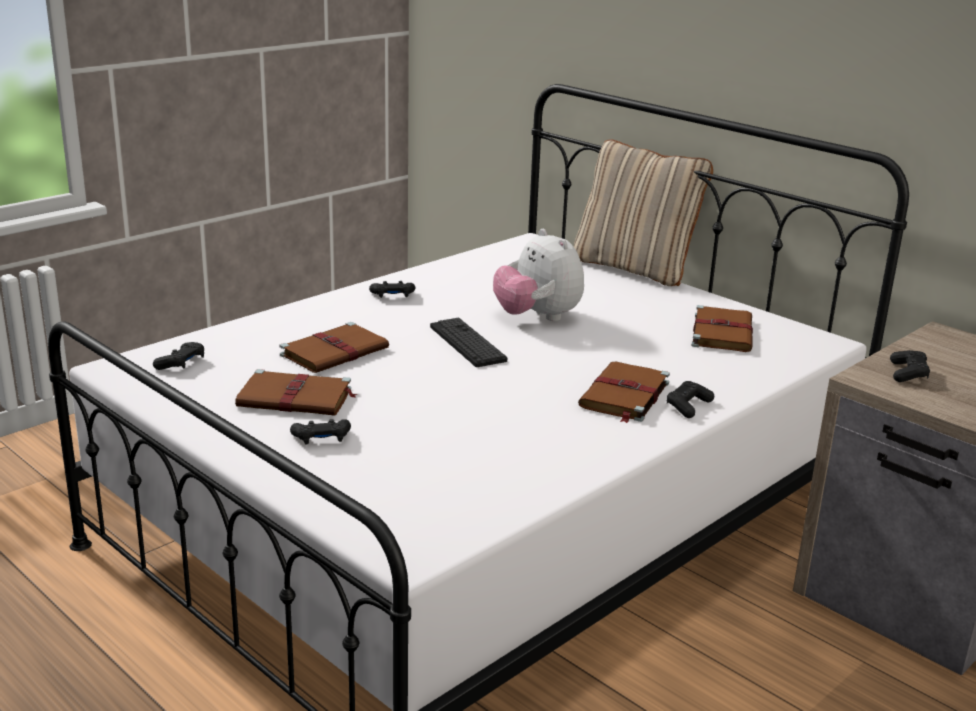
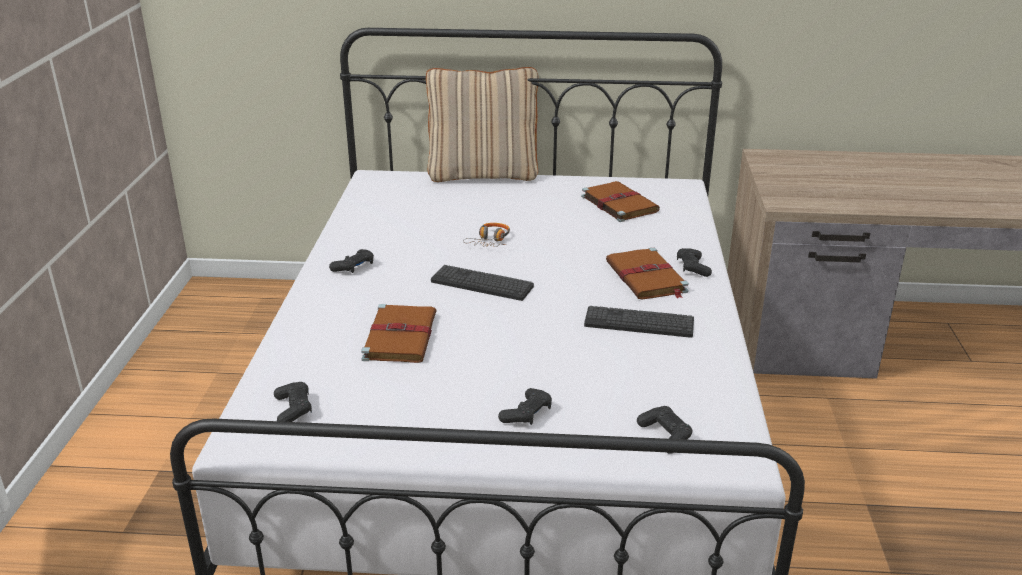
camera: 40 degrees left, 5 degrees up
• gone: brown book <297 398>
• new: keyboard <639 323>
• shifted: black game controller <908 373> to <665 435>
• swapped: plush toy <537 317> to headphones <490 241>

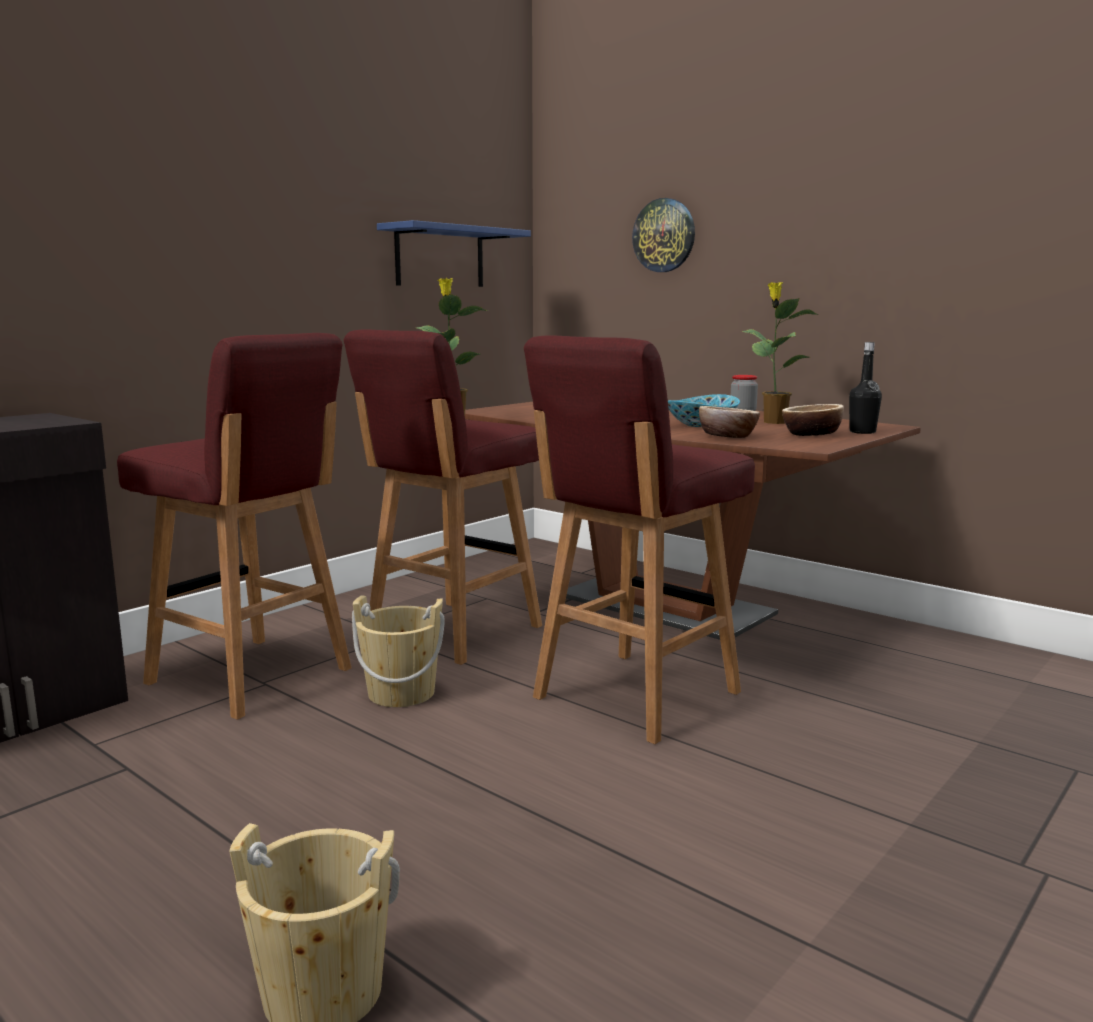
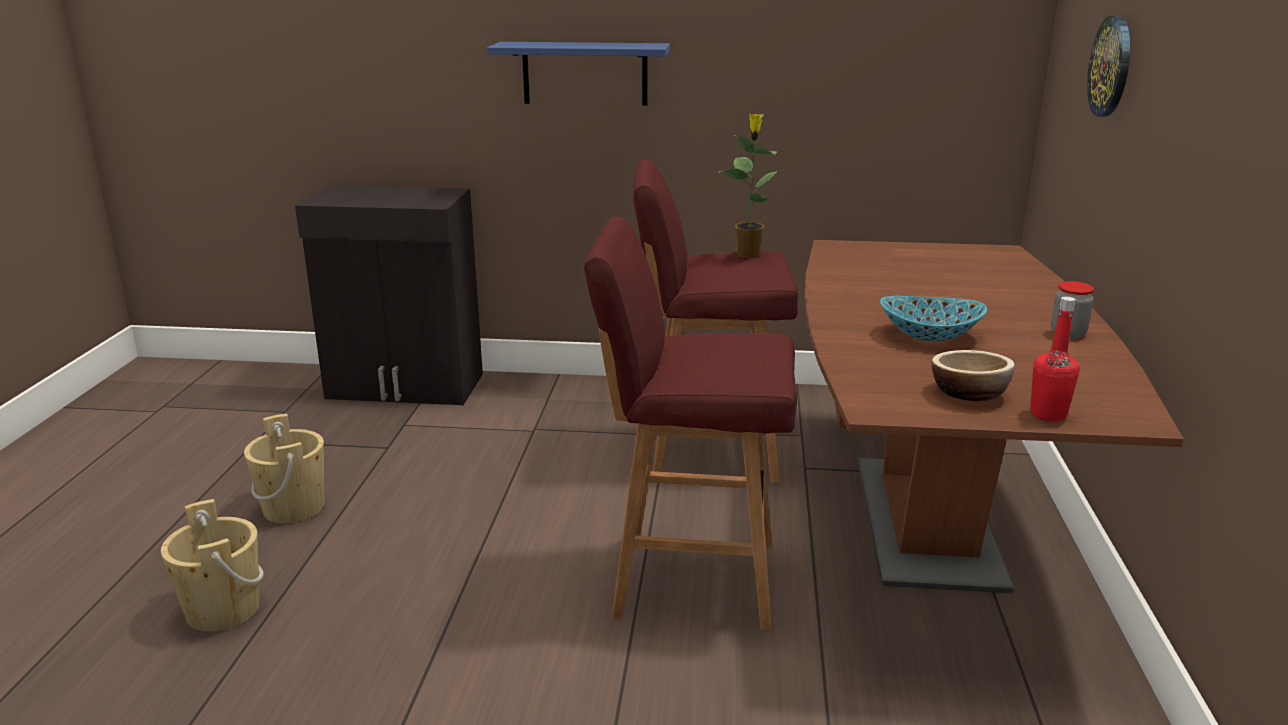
camera: 55 degrees right, 10 degrees up
• gone: red stool <252 677>
• gone: bowl <727 436>
• gone: potted plant <773 422>
• shifted: beige bucket <401 693> to <293 507>
• shifted: blue shelf <440 257> to <585 73>
• repainted: black bottle <862 432> to red bottle <1048 414>

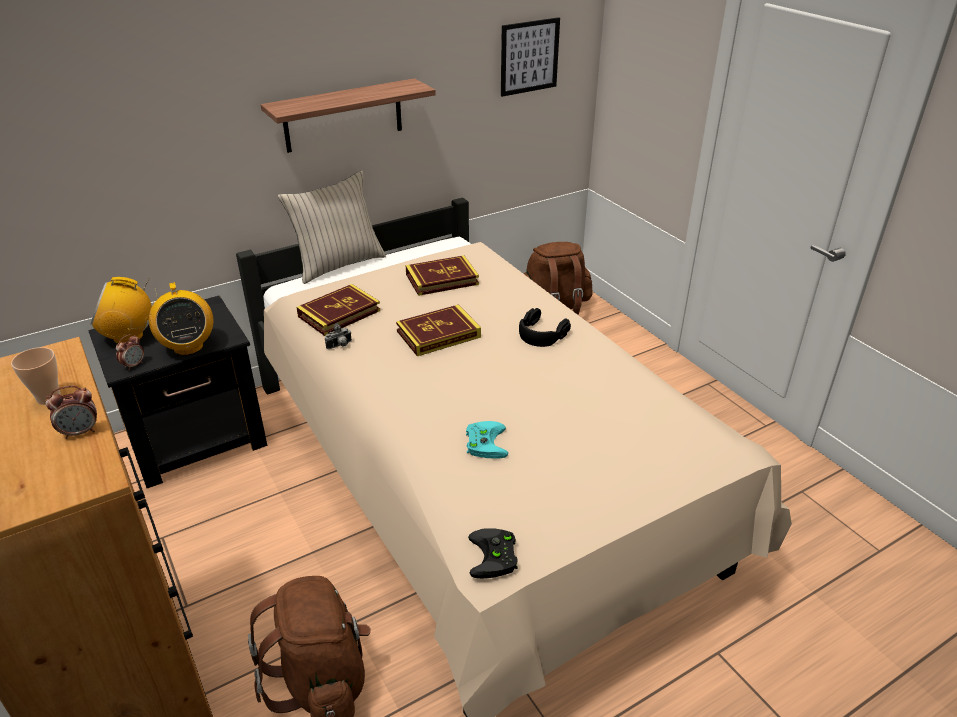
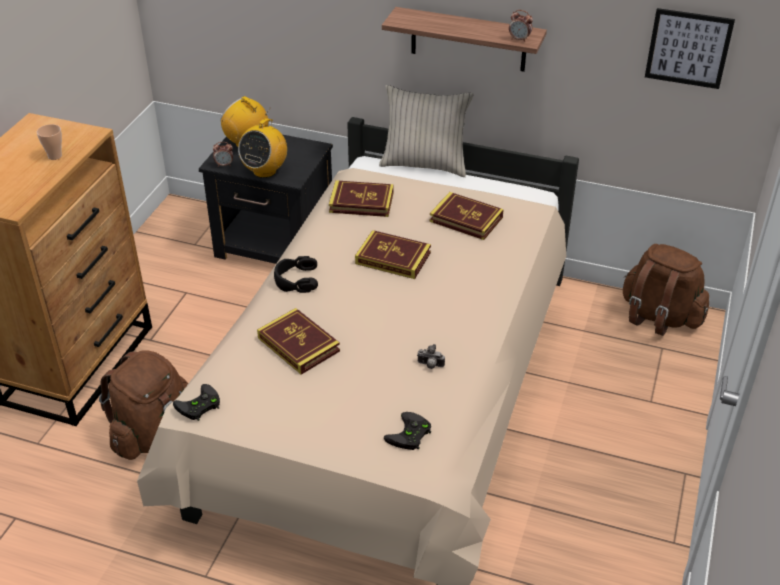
camera: 50 degrees right, 5 degrees up
• new: black game controller <409 435>
• shifted: alarm clock <81 432> to <519 39>
• shifted: photo camera <340 346> to <430 365>
• shifted: black headphones <541 334> to <296 280>
• swapped: turquoise game controller <484 442> to book <298 344>

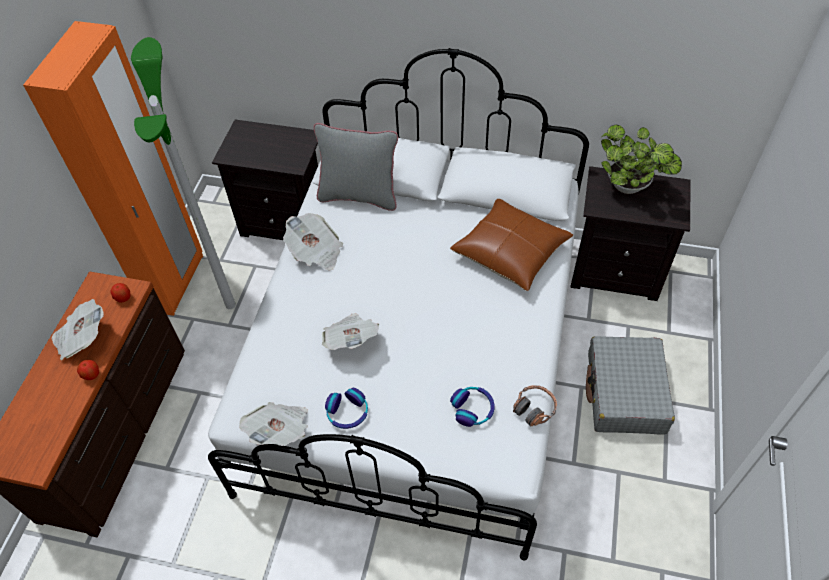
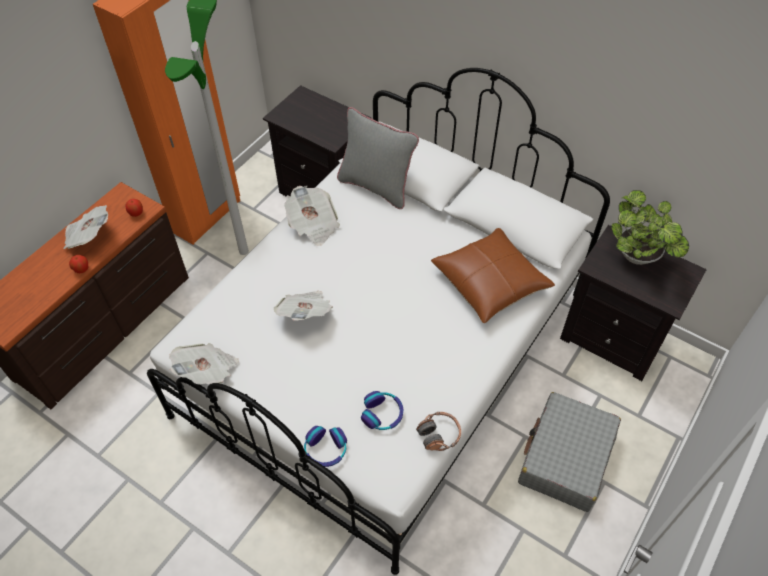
camera: 20 degrees right, 0 degrees up
• shifted: headphones <347 412> to <325 449>

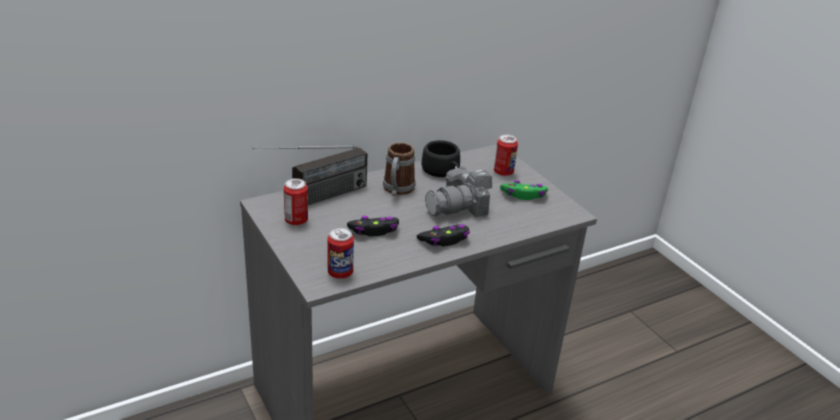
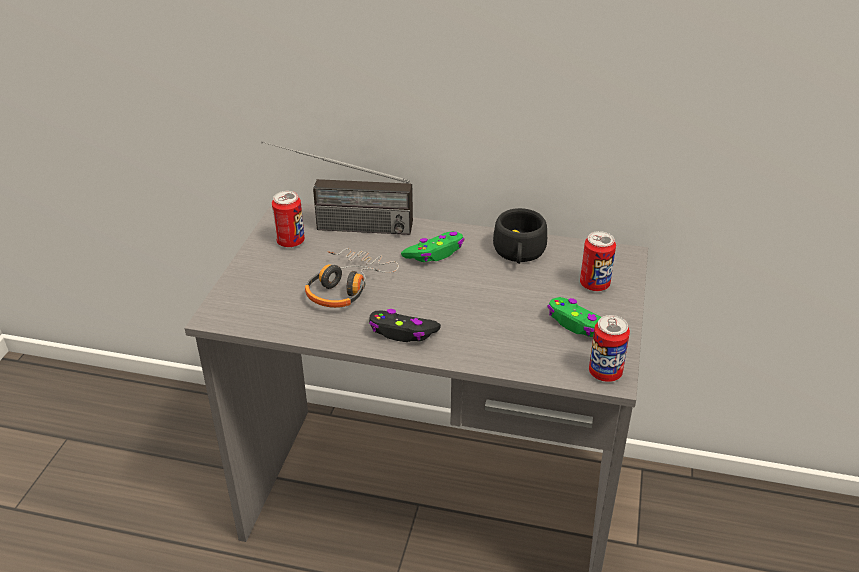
camera: 45 degrees right, 5 degrees up
• gone: photo camera <459 207>
• shifted: can <340 273> to <605 373>
• swapped: black game controller <374 230> to headphones <346 286>
• swapped: mug <397 190> to green game controller <435 253>

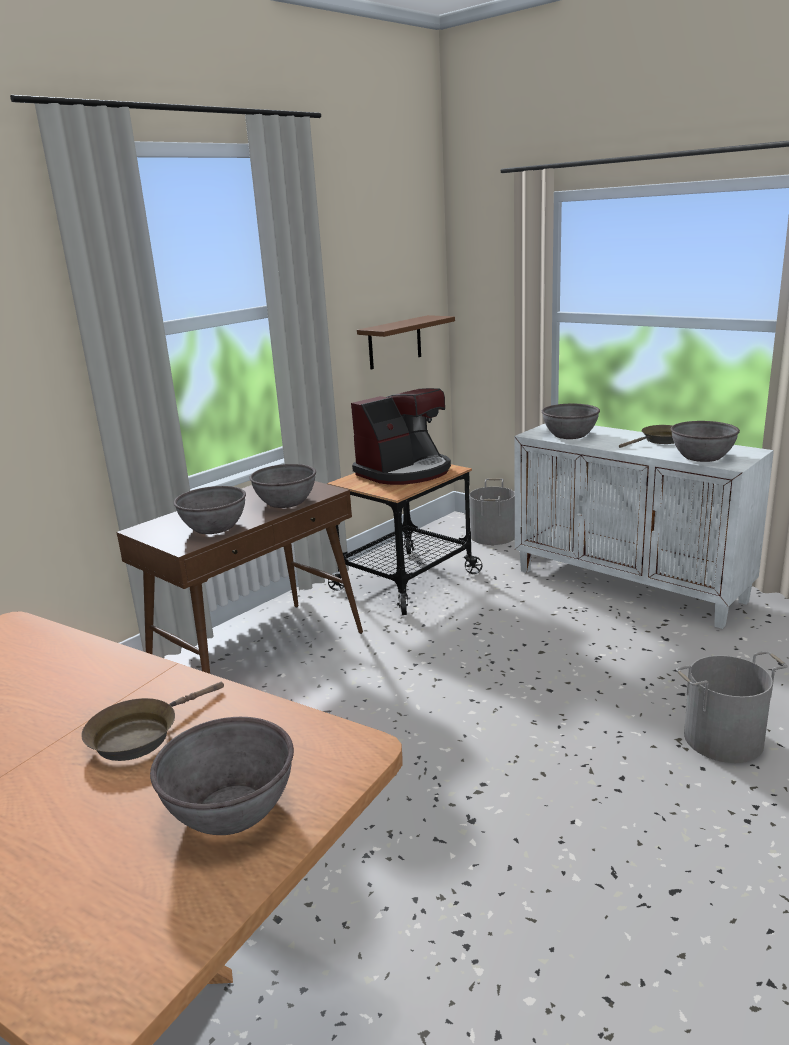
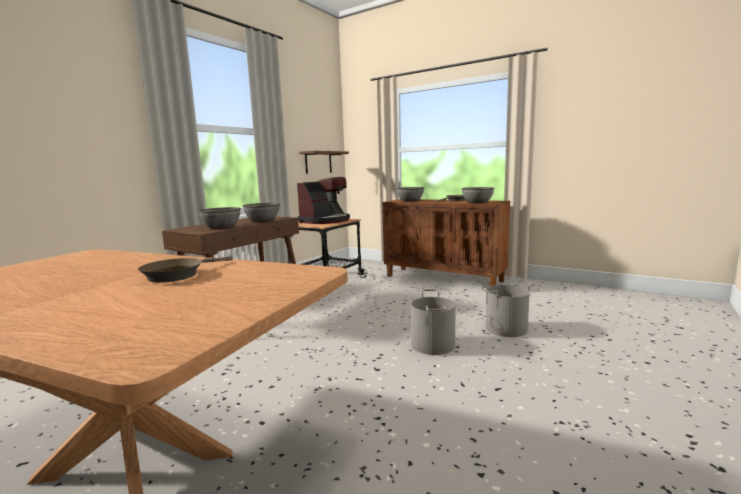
camera: 10 degrees left, 10 degrees down
• gone: grey bowl <231 809>
• shifted: grey bucket <493 536> to <433 344>
• repainted: white cabinet <630 585> to brown cabinet <444 278>

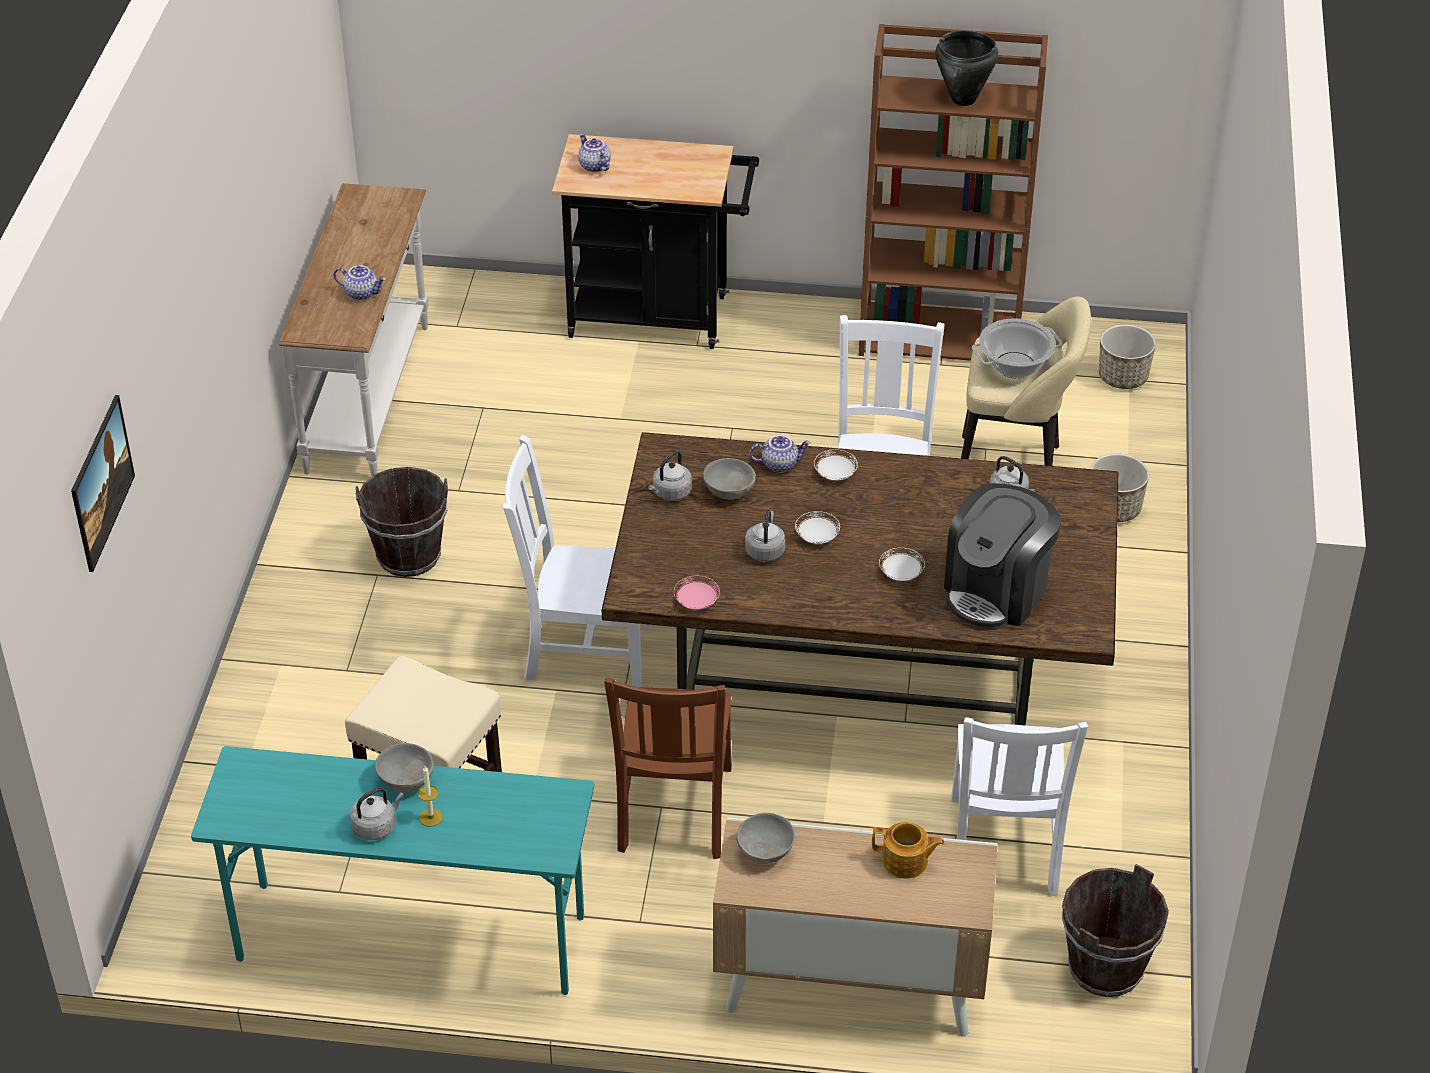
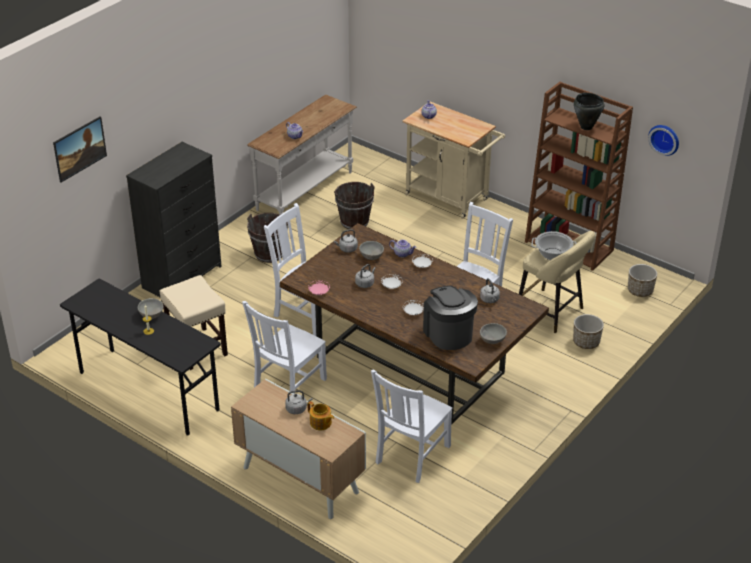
camera: 30 degrees right, 5 degrees down
• new: black dresser <182 277>
• new: wall clock <665 139>
• shifted: grey kettle <376 826> to <297 409>
• shifted: grey bowl <766 852> to <492 341>
• shifted: brown bucket <1105 968> to <354 222>
• repainted: turquoise desk <410 939> to black desk <147 391>
• repainted: black cart <659 316> to beige cart <451 199>
• repainted: brown chair <674 812> to white chair <288 387>
• rotated: coffee machine <997 591> = <448 334> 90 degrees clockwise

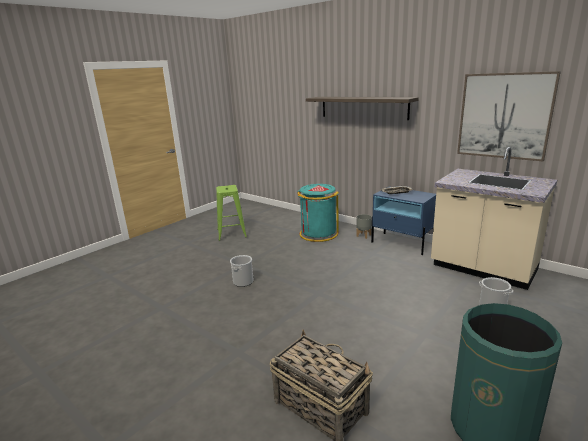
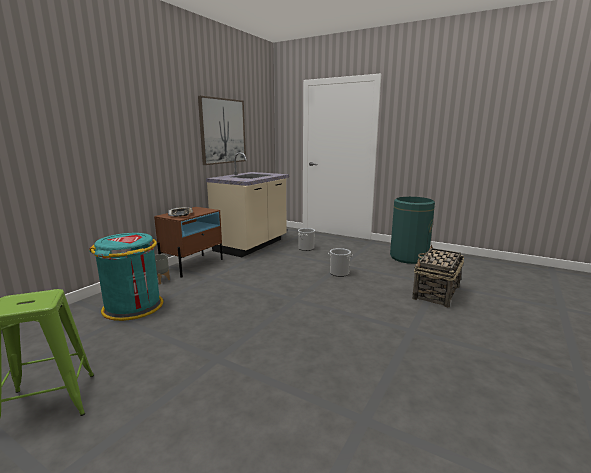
camera: 100 degrees left, 5 degrees down
• gone: shelf <363 107>
• shifted: bucket <243 282> to <339 273>
• repainted: blue nightstand <402 243> to brown nightstand <193 265>

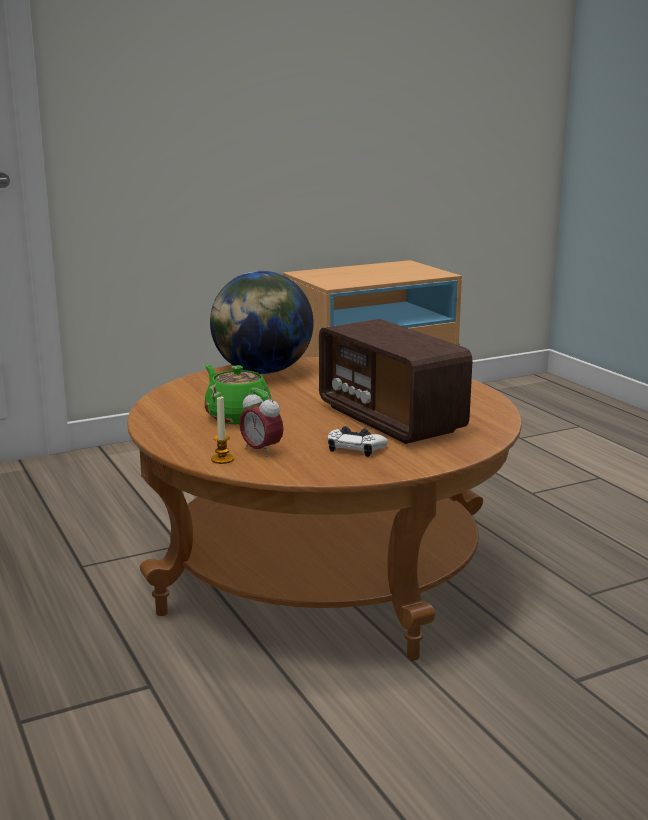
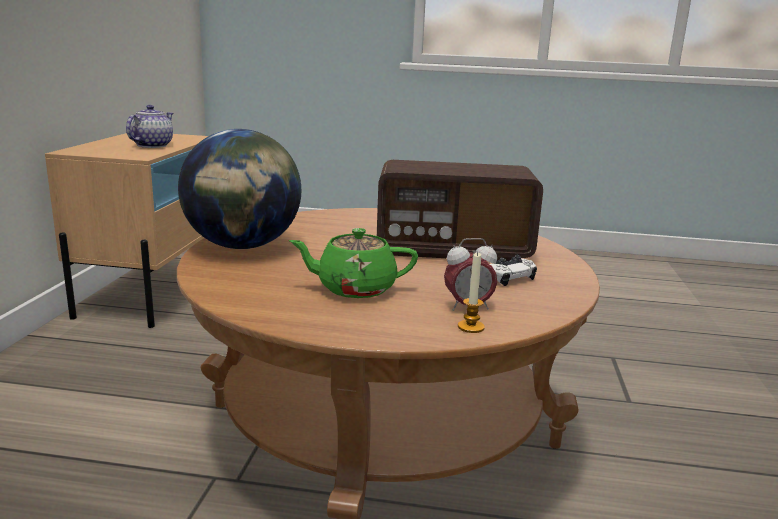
camera: 55 degrees left, 0 degrees up
• new: teapot <152 145>

